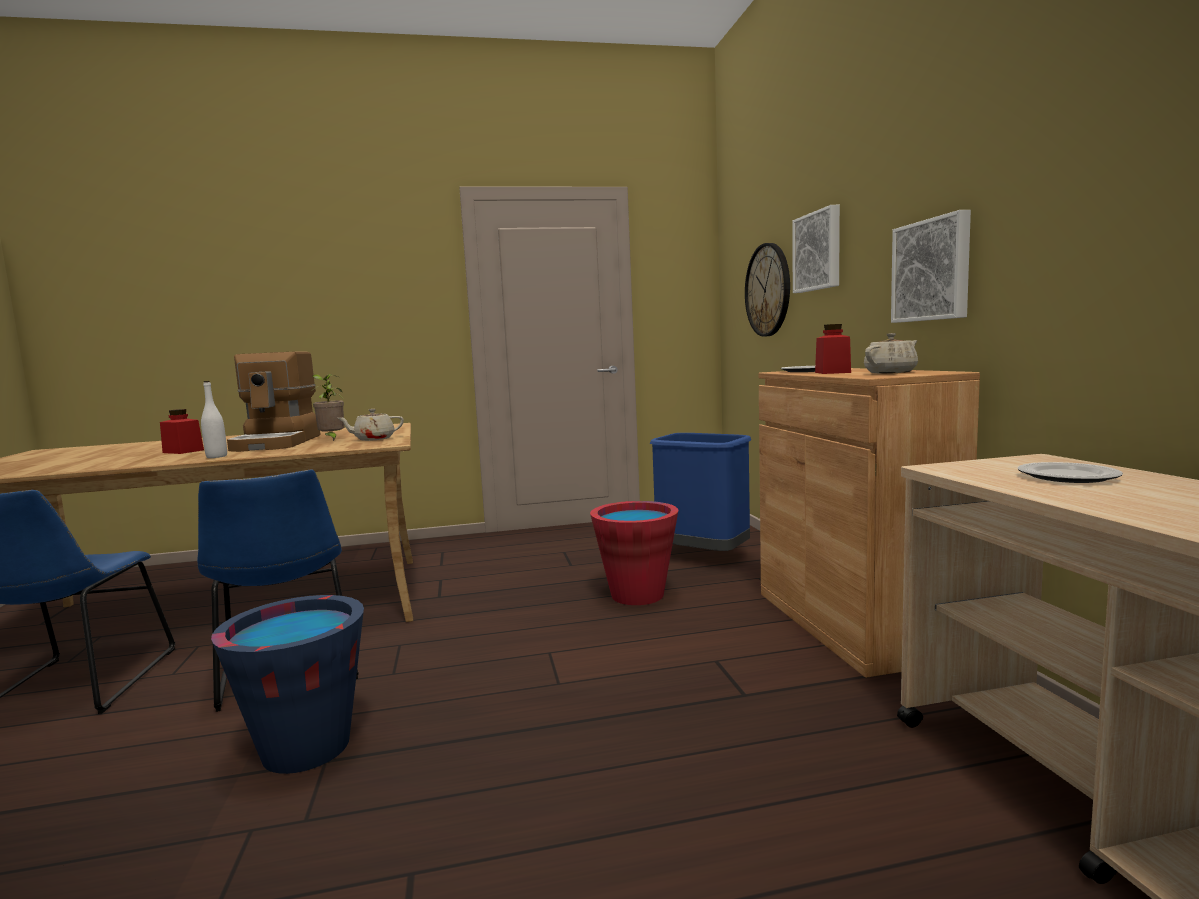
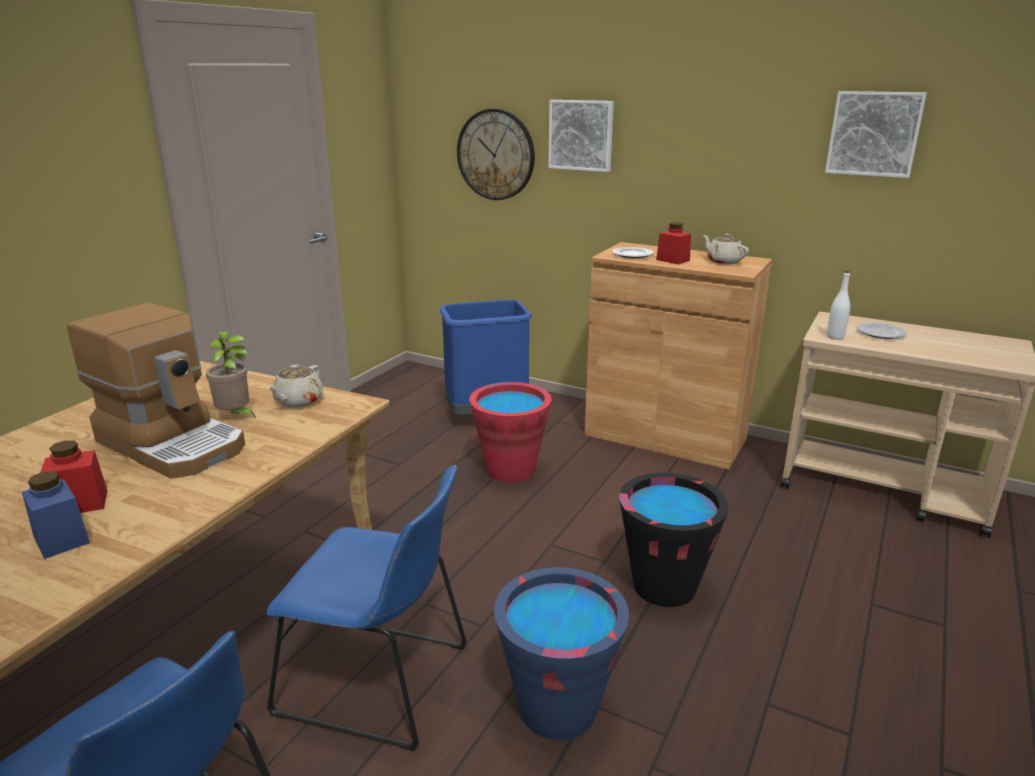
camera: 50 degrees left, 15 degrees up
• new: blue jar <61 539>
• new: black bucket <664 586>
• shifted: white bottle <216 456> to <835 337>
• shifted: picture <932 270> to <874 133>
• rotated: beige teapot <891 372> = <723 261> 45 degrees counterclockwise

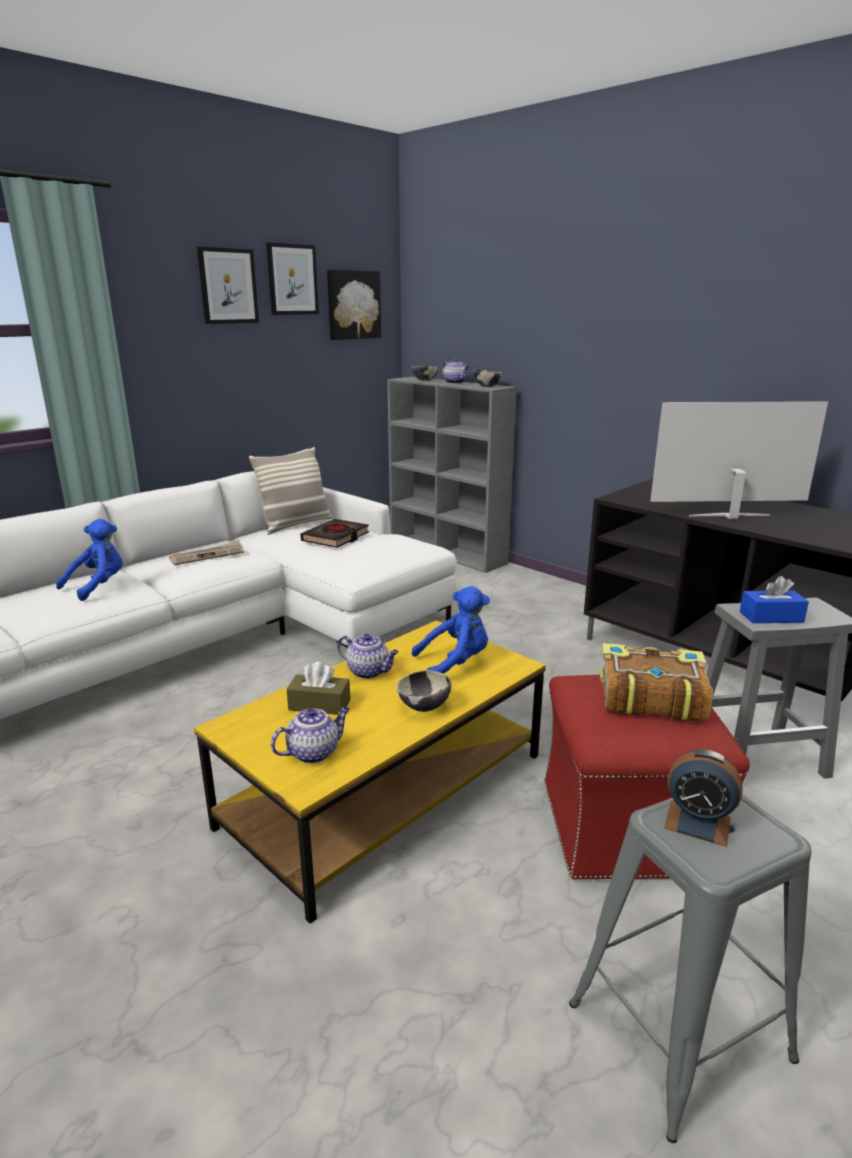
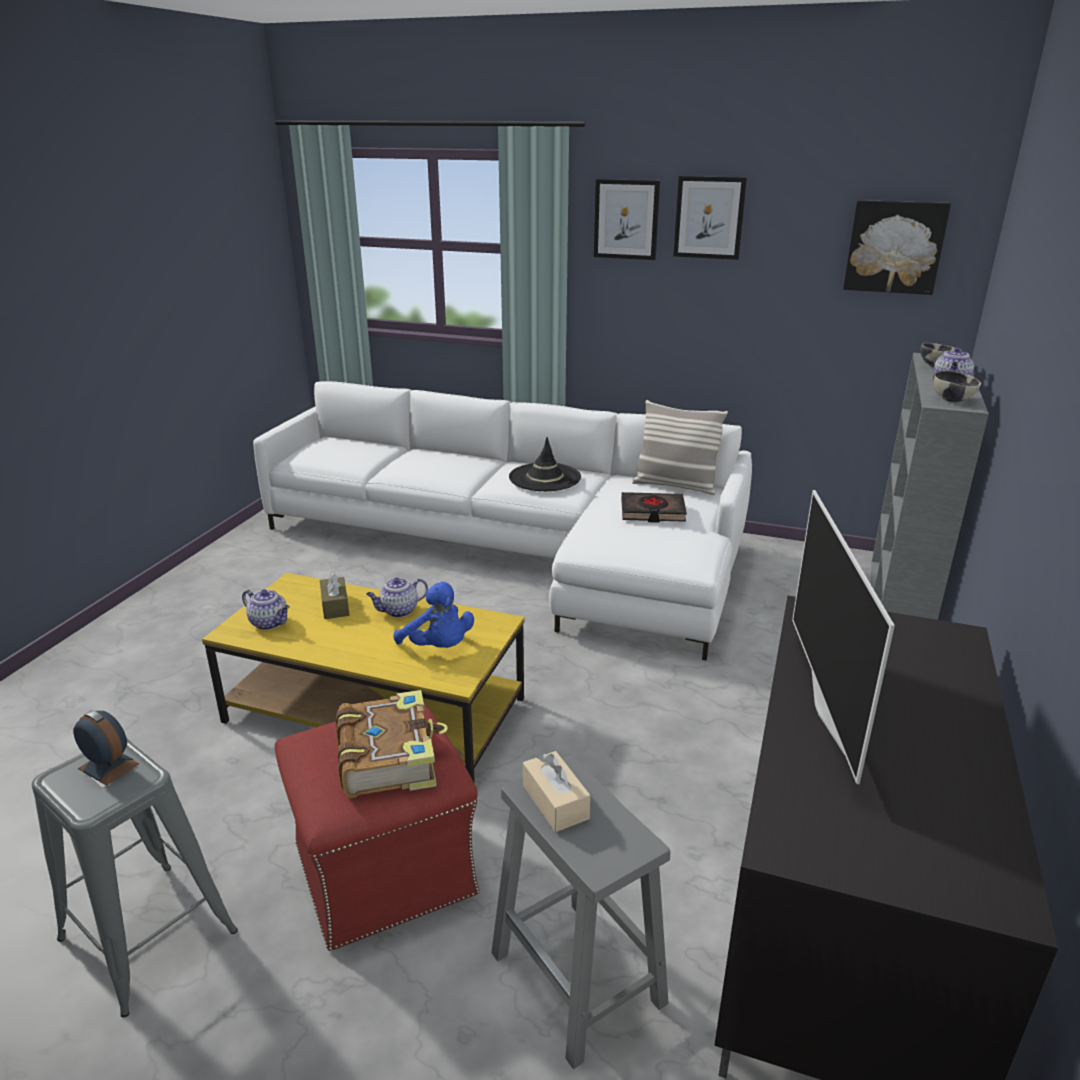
camera: 65 degrees right, 5 degrees up
• gone: blue plush toy <98 586>
• gone: bowl <424 707>
• shifted: picture <292 279> to <626 219>
• swapped: newspaper <208 555> to black hat <545 477>
• repainted: blue tissue box <771 617> to beige tissue box <555 802>
• rotated: teapot <369 672> = <398 611> 60 degrees clockwise
• rotated: television <730 516> = <829 710> 150 degrees counterclockwise
• rotated: alarm clock <697 822> = <108 766> 120 degrees clockwise

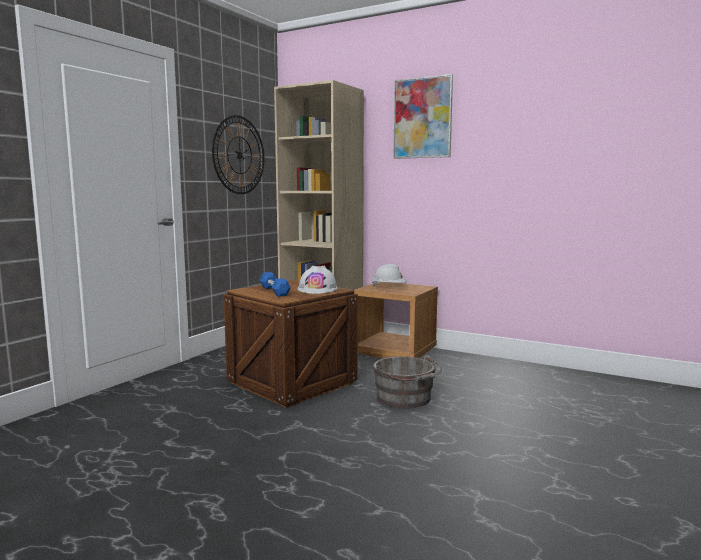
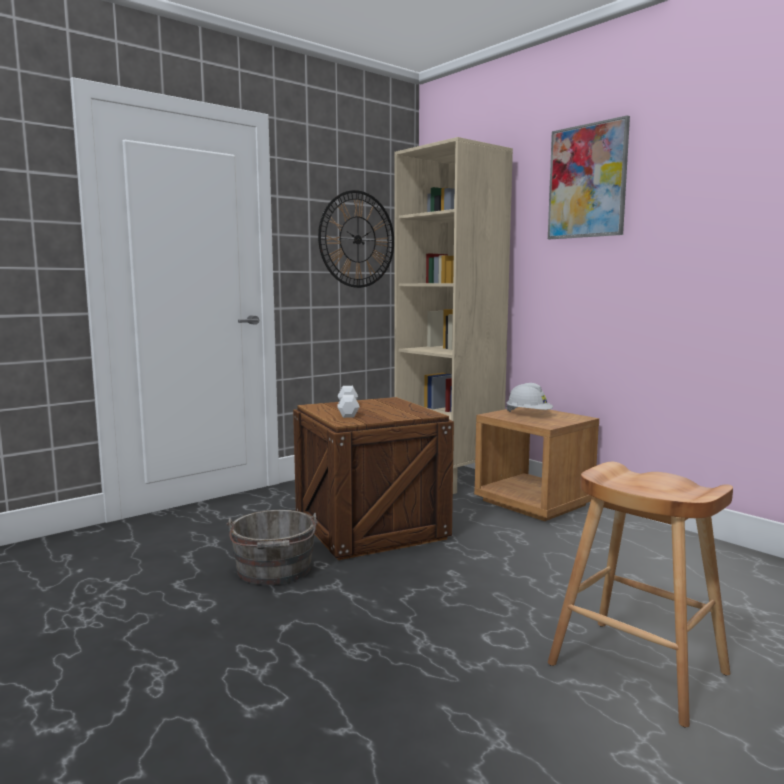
camera: 20 degrees right, 0 degrees up
• gone: white hard hat <317 289>
• new: brown stool <638 669>
• shifted: grey bucket <405 399> to <274 571>
• repainted: blue dumbbell <274 291> to white dumbbell <348 410>

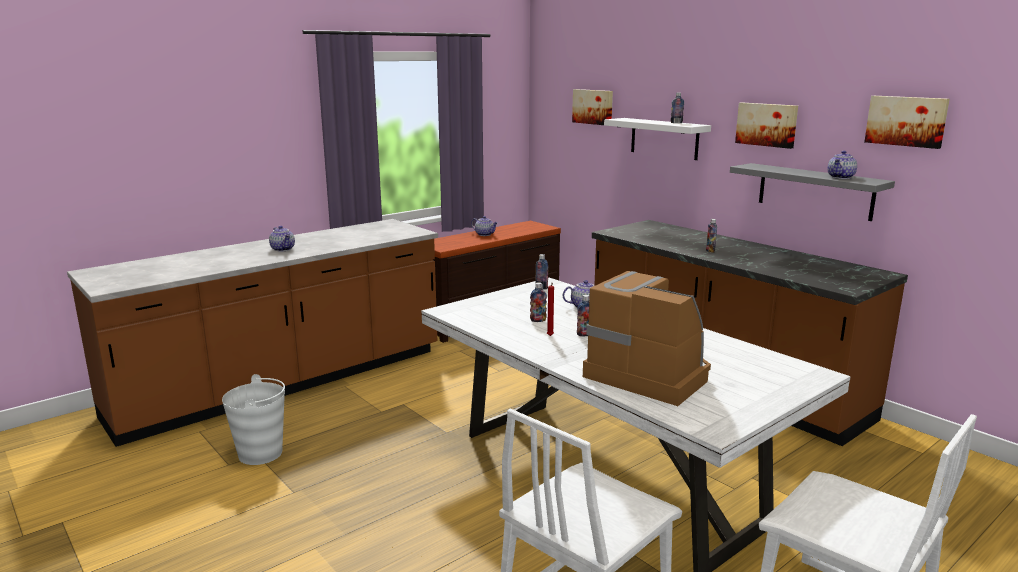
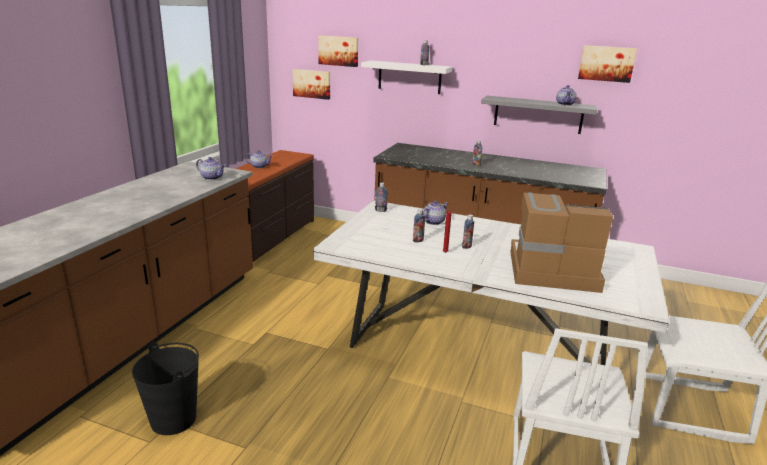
camera: 30 degrees left, 5 degrees up
• shifted: teapot <283 249> to <212 177>
• shifted: picture <767 124> to <312 83>
• repainted: white bucket <261 453> to black bucket <174 419>

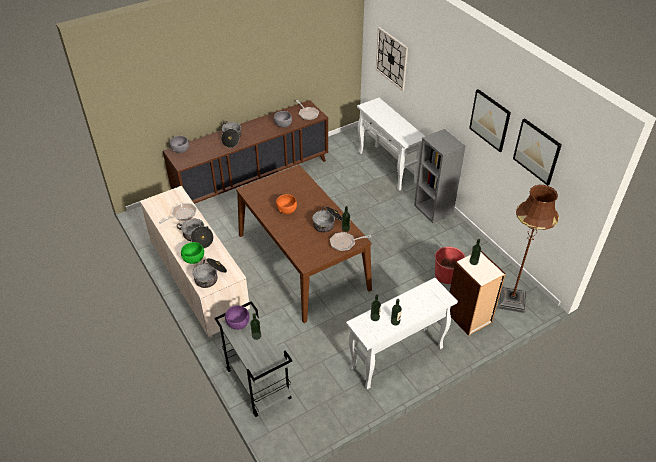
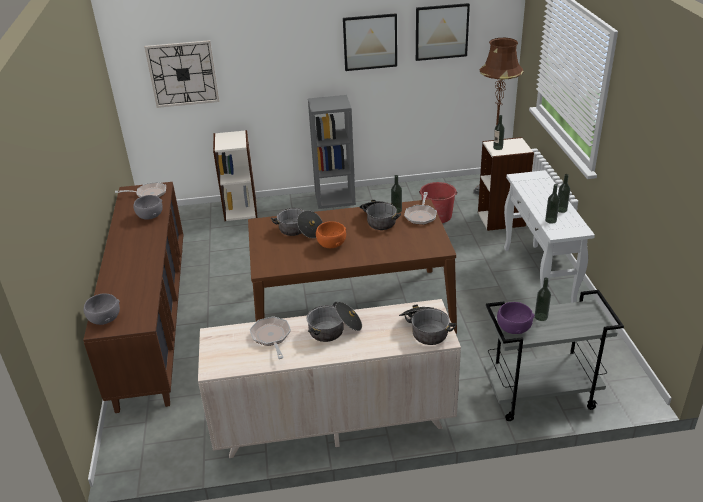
camera: 65 degrees left, 10 degrees down
• gone: green bowl <194 259>
• shifted: cooking pot <231 138> to <299 230>
• swapped: white console table <388 167> to bookcase <240 209>

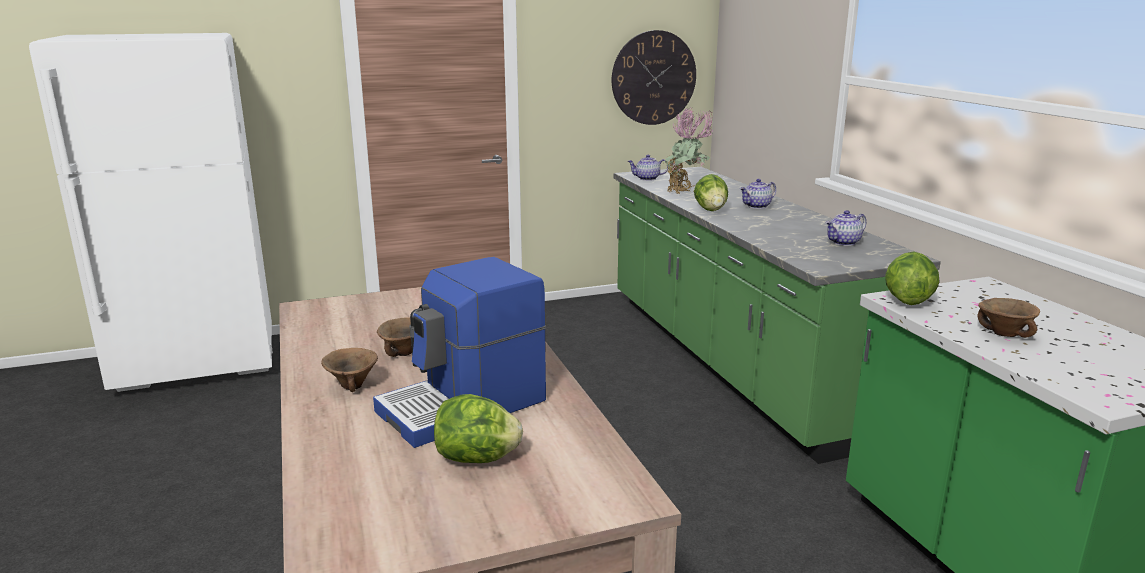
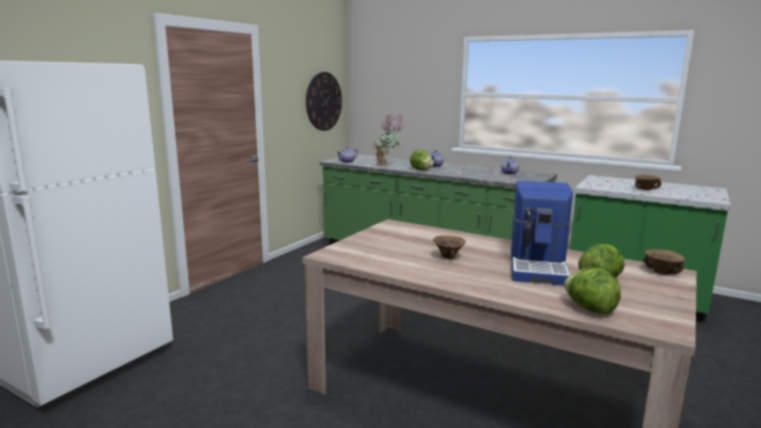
camera: 40 degrees left, 5 degrees down
• shifted: brown bowl <352 386> to <661 273>
• shifted: lettuce <906 300> to <589 309>

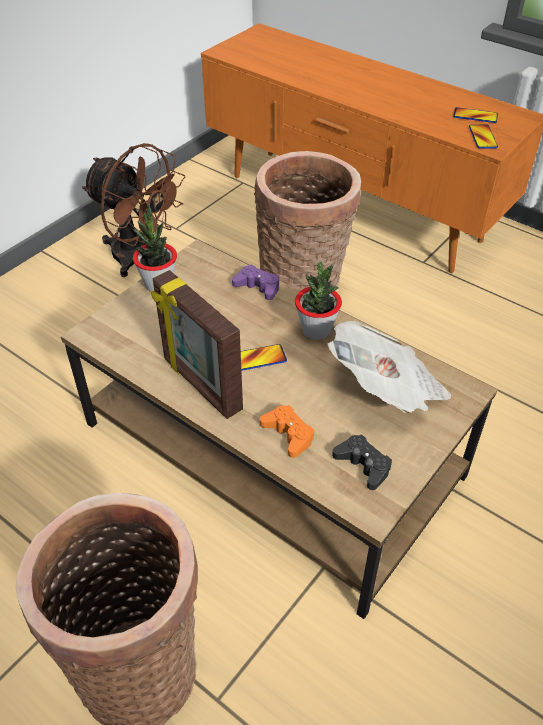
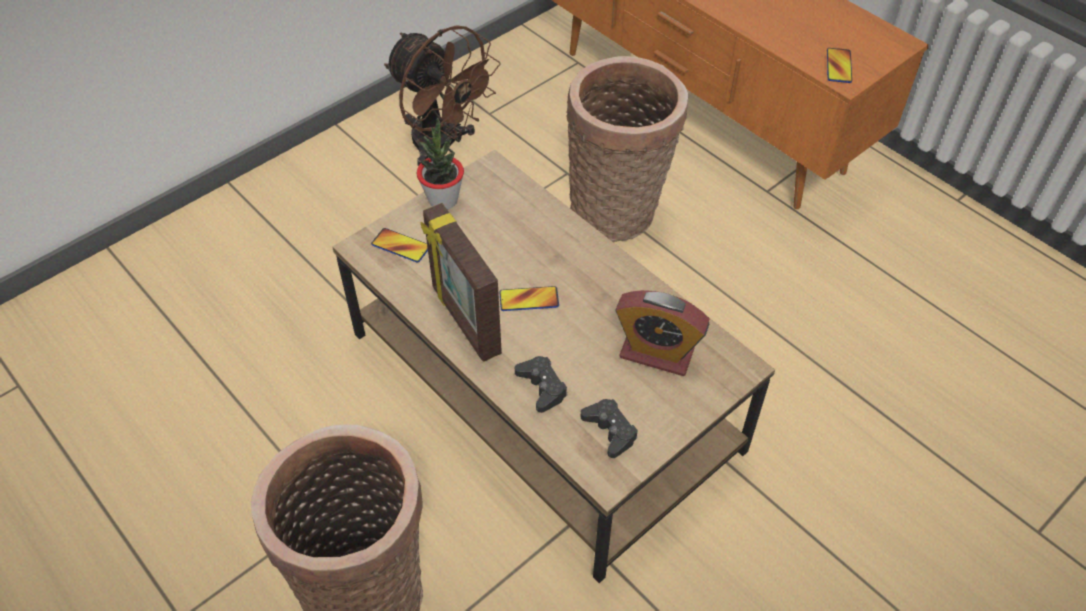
camera: 10 degrees right, 5 degrees up
• gone: purple game controller <258 287>
• gone: potted plant <316 330>
• shifted: phone <475 116> to <401 246>
• swapped: newspaper <387 390> to alarm clock <656 353>
• repainted: orange game controller <288 434> to black game controller <542 387>

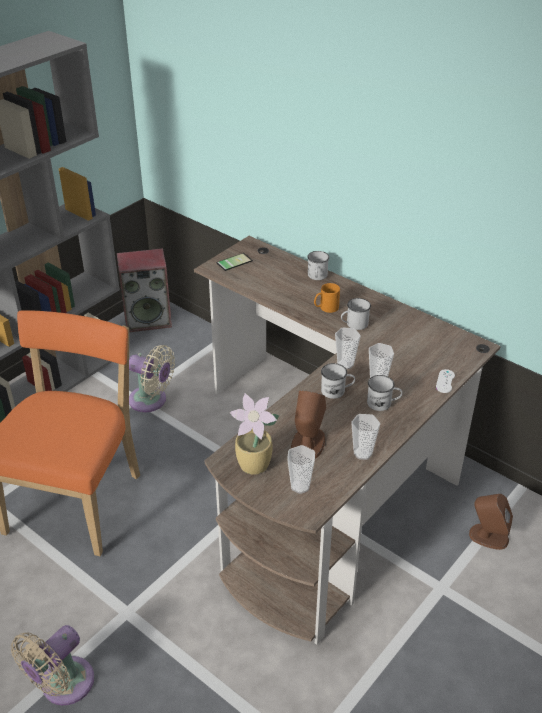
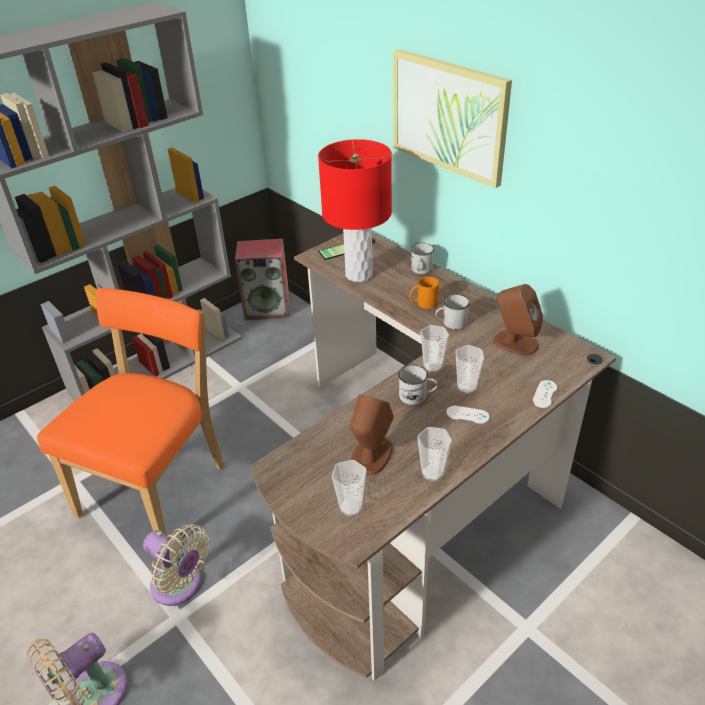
camera: 10 degrees right, 0 degrees up
• gone: potted plant <255 466>
• new: red table lamp <359 274>
• new: picture <449 116>
• shifted: beige fan <151 401> to <180 586>
• shifted: brown speaker <488 536> to <514 343>
• swapped: white mug <383 403> to white game controller <467 415>

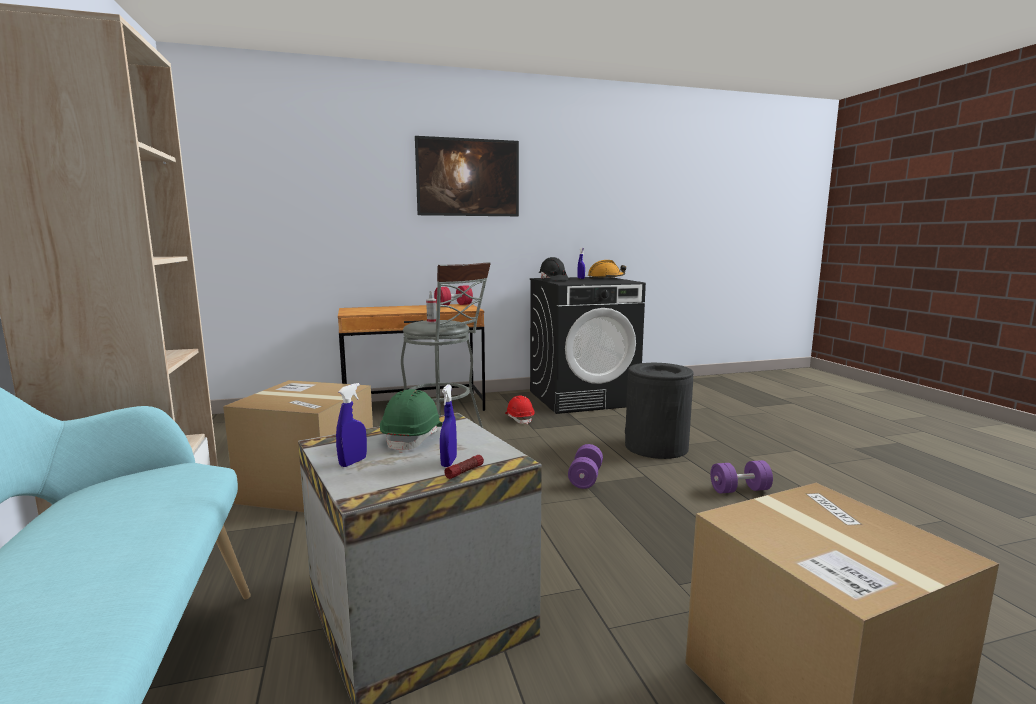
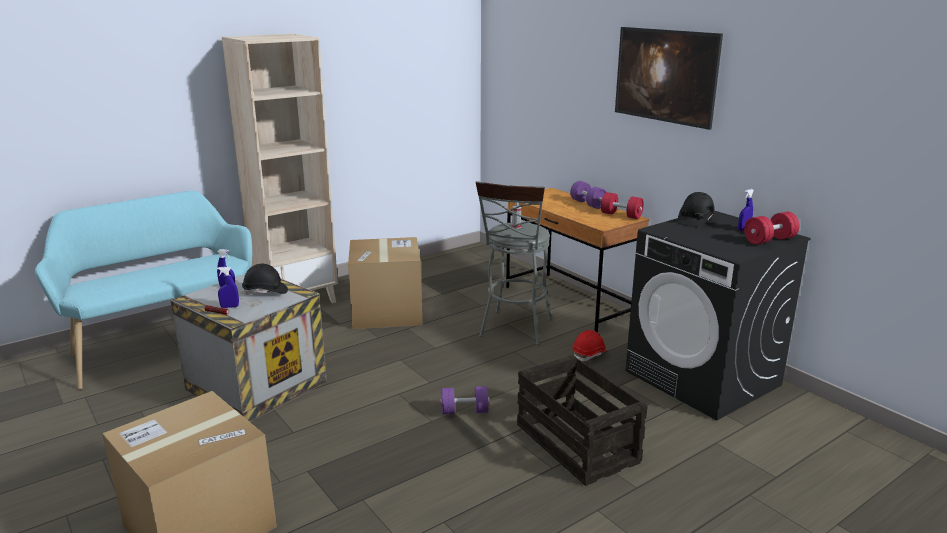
camera: 70 degrees right, 10 degrees up
• shifted: purple dumbbell <739 490> to <588 204>
• swapped: orange hard hat <606 278> to red dumbbell <769 240>
• swapped: black trash can <656 447> to crate <575 443>
• repainted: green hard hat <413 438> to black hard hat <265 292>

